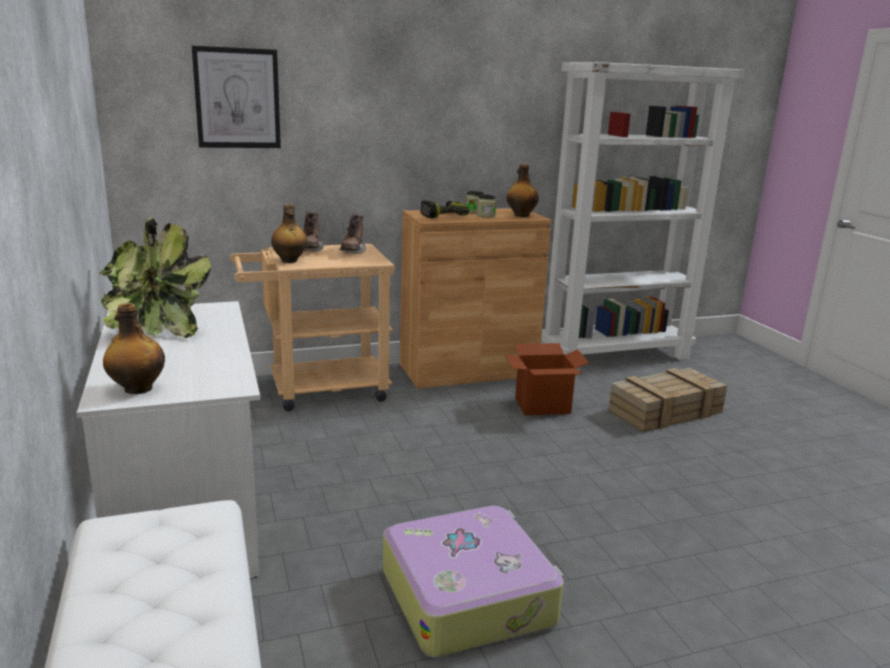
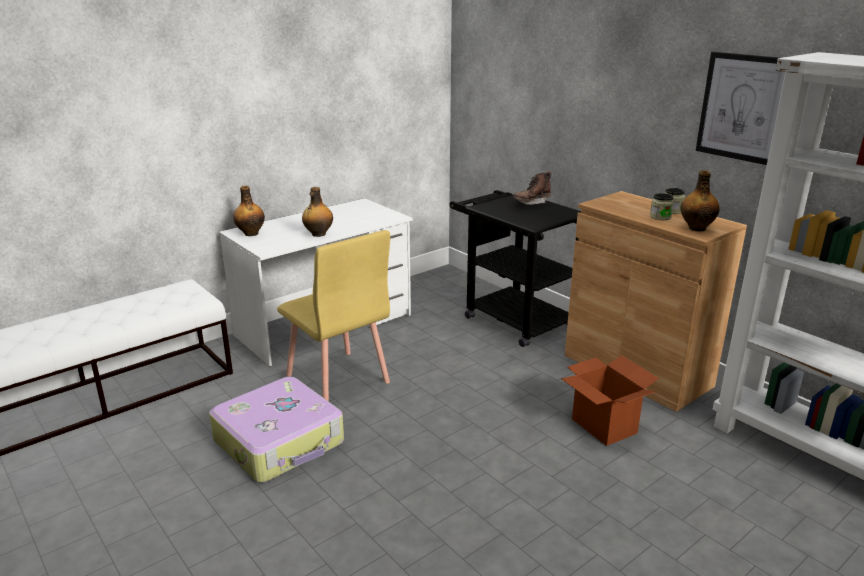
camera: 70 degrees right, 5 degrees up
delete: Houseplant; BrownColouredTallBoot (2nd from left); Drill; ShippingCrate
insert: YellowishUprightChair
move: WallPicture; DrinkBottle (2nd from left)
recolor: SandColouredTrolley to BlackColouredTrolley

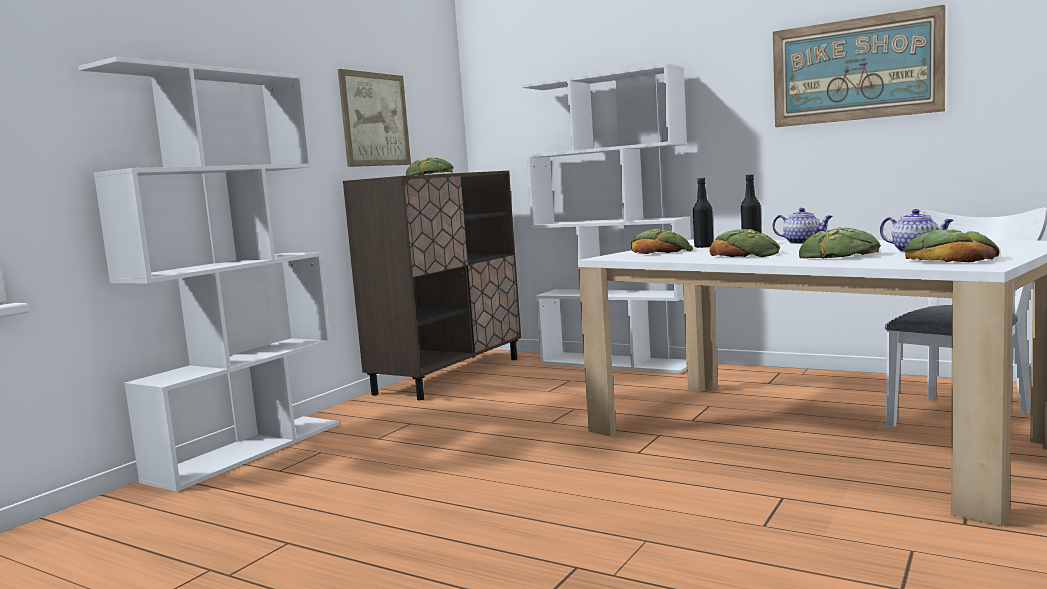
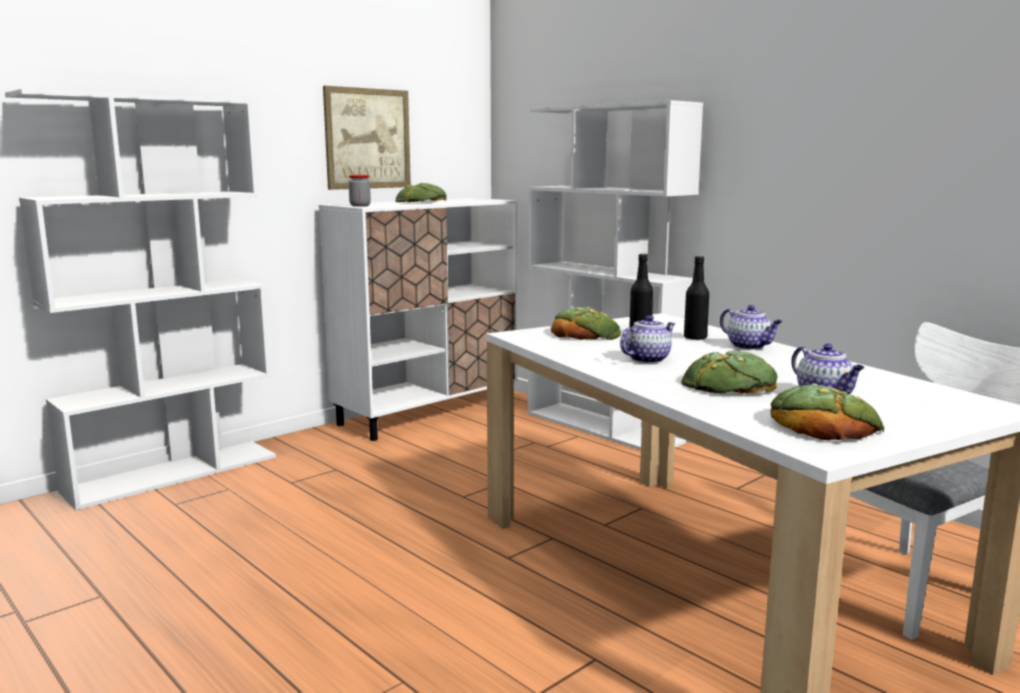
camera: 15 degrees right, 5 degrees up
delete: WallPicture (2nd from left)
insert: PreserveJar
replace: BakeryBread (3rd from left) to TeaPot (1st from left)
recolor: BrownColouredCupboard to WhiteCupboard

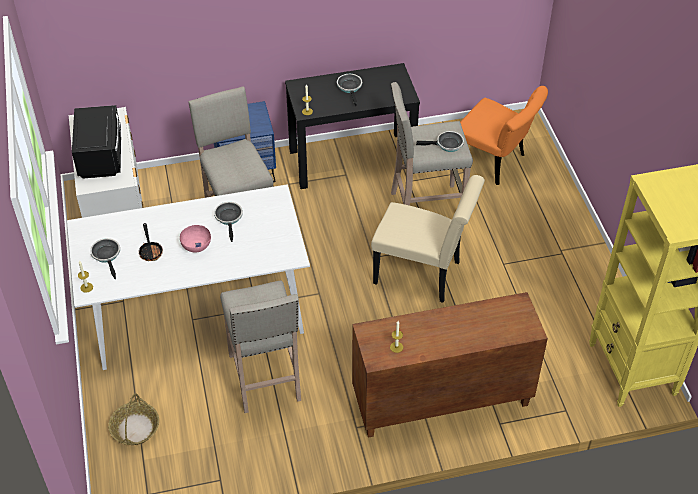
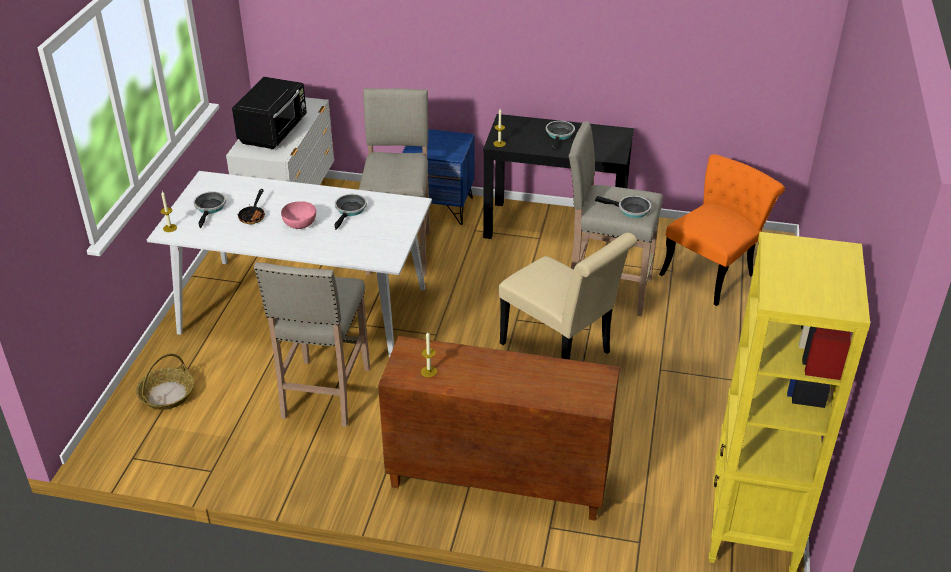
camera: 25 degrees right, 10 degrees down
rotate: OrangeyUprightChair 105 degrees counterclockwise

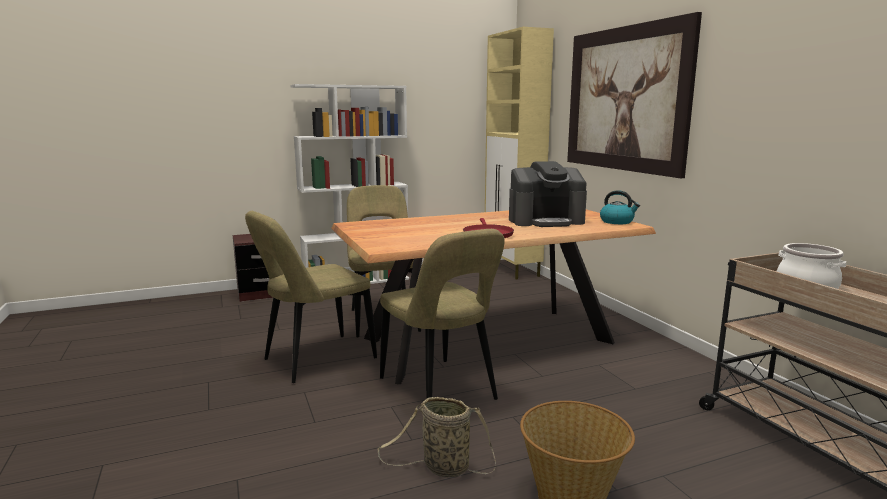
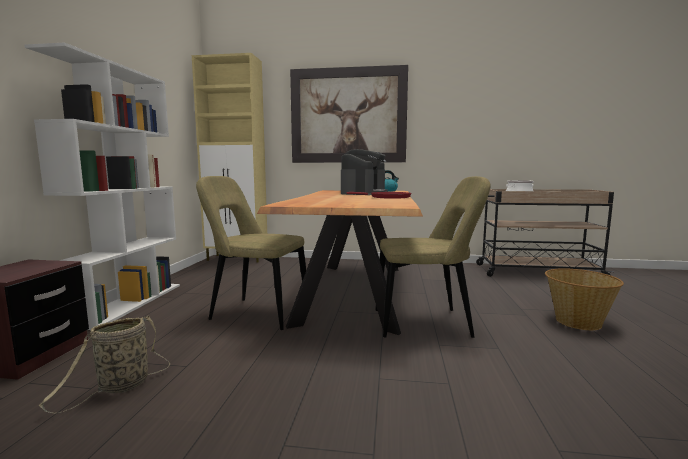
camera: 60 degrees left, 5 degrees down
delete: SandColouredUprightChair (1st from left)
move: HouseholdBasket (1st from left)

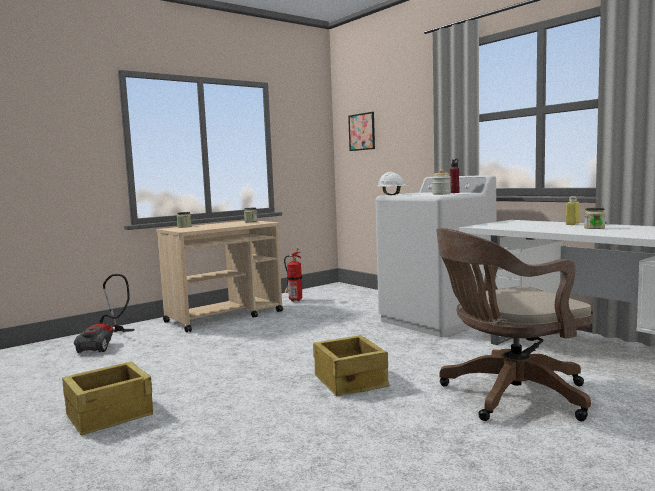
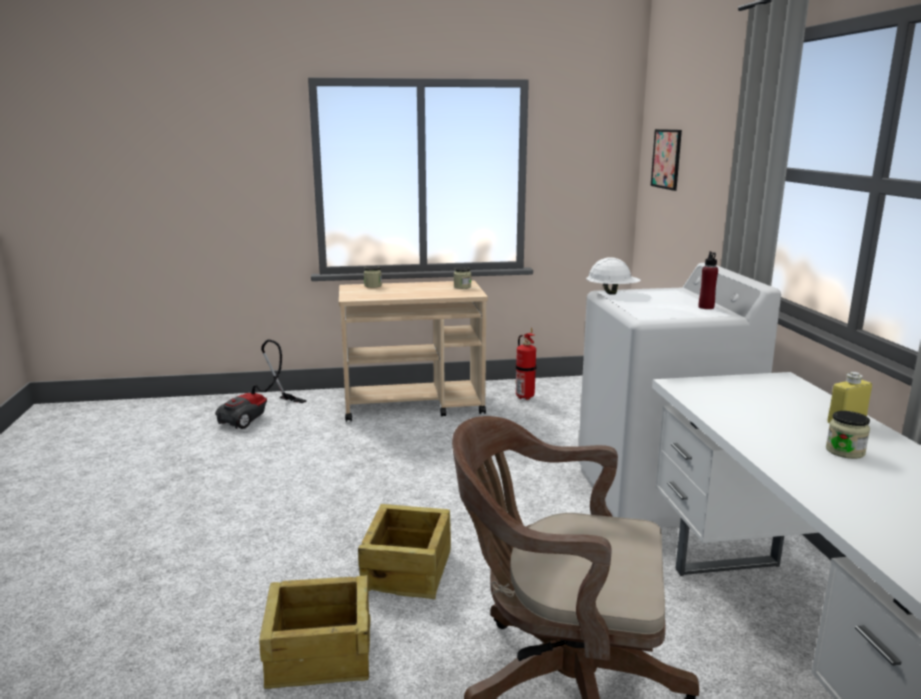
camera: 30 degrees right, 10 degrees up
delete: PreserveJar (3rd from left)
move: ShippingCrate (1st from left)

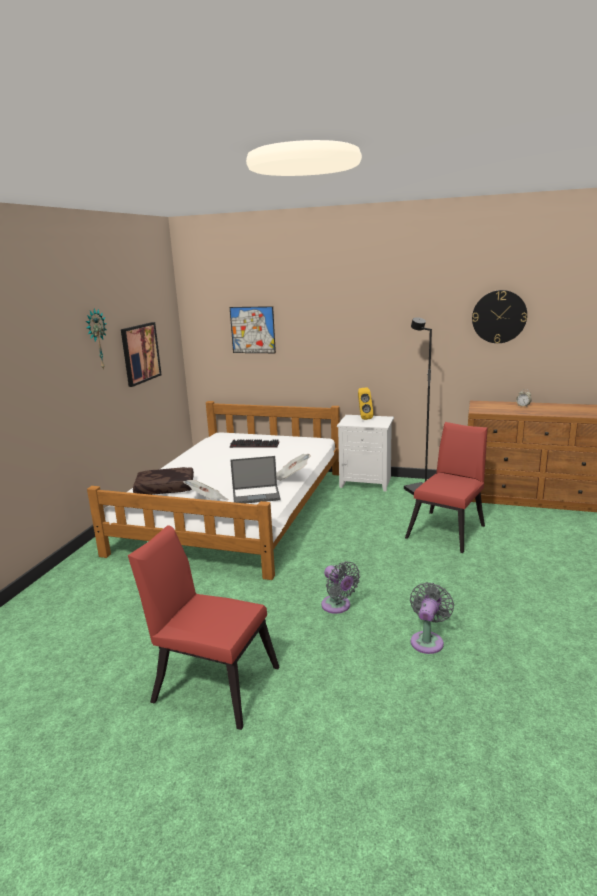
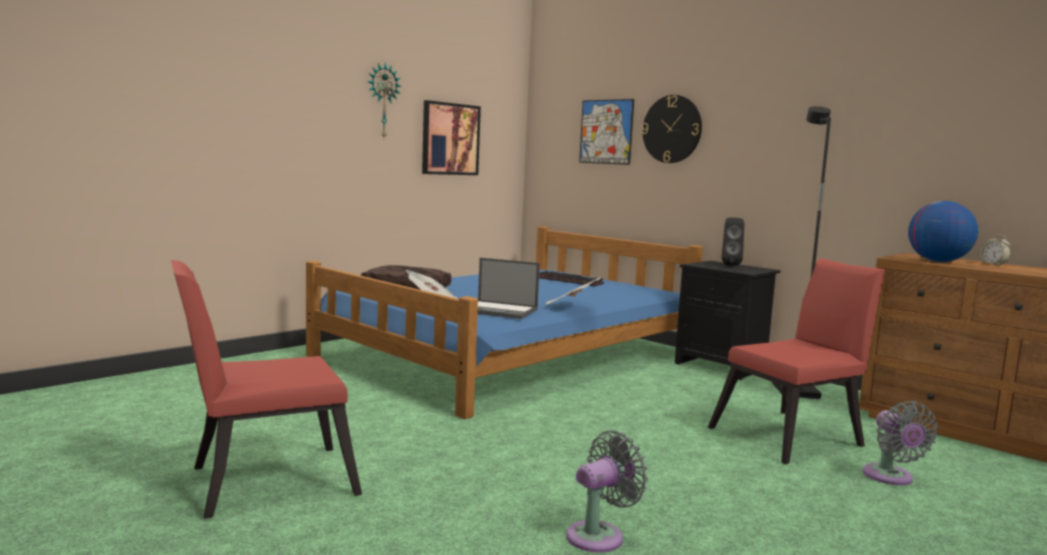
camera: 25 degrees right, 10 degrees down
insert: DeskGlobe
move: GreyishCoolingFan (1st from left in the first image) to GreyishCoolingFan (2nd from left); HangingClock (2nd from left)
recolor: WhiteBed to BlueBed; WhiteNightTable to BlackColouredNightTable; YellowishLoudspeaker to BlackColouredLoudspeaker
rotate: RedUprightChair (1st from left) 75 degrees counterclockwise

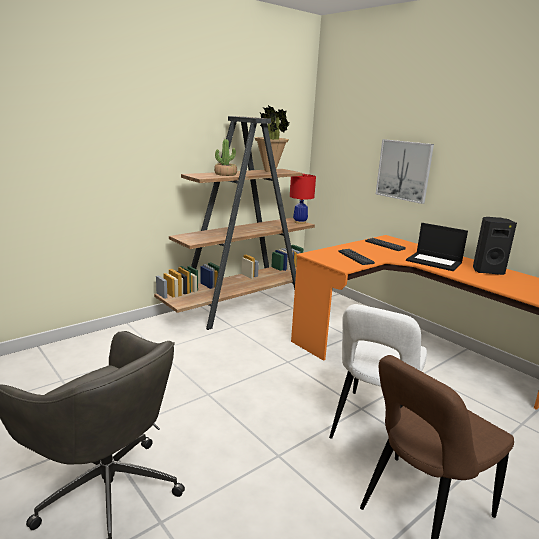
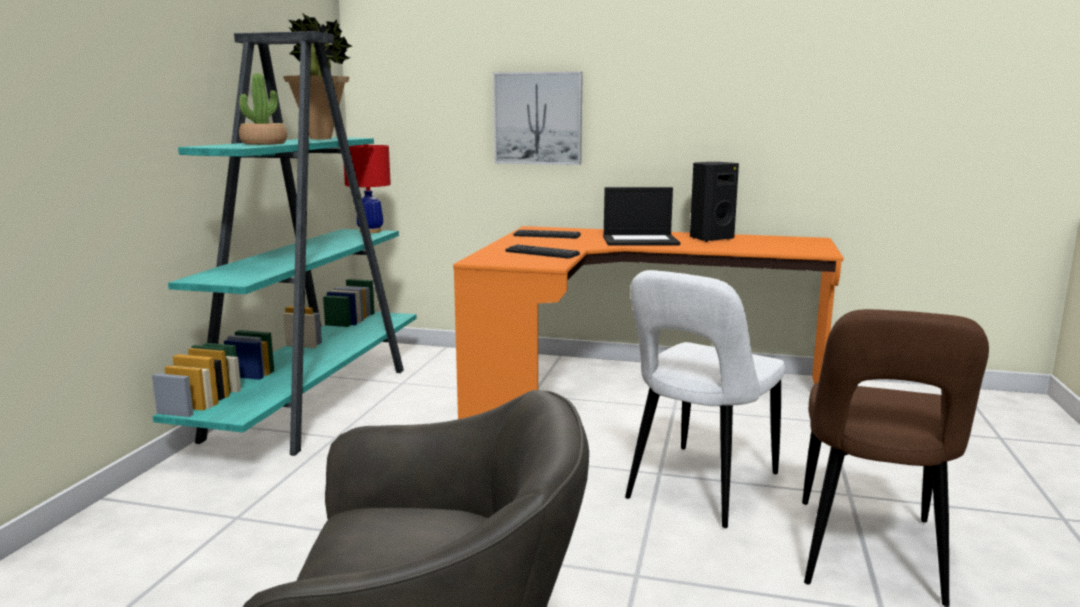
camera: 35 degrees left, 5 degrees down
recolor: BrownColouredBookshelf to TurquoiseColouredBookshelf
rotate: WhiteUprightChair 45 degrees clockwise

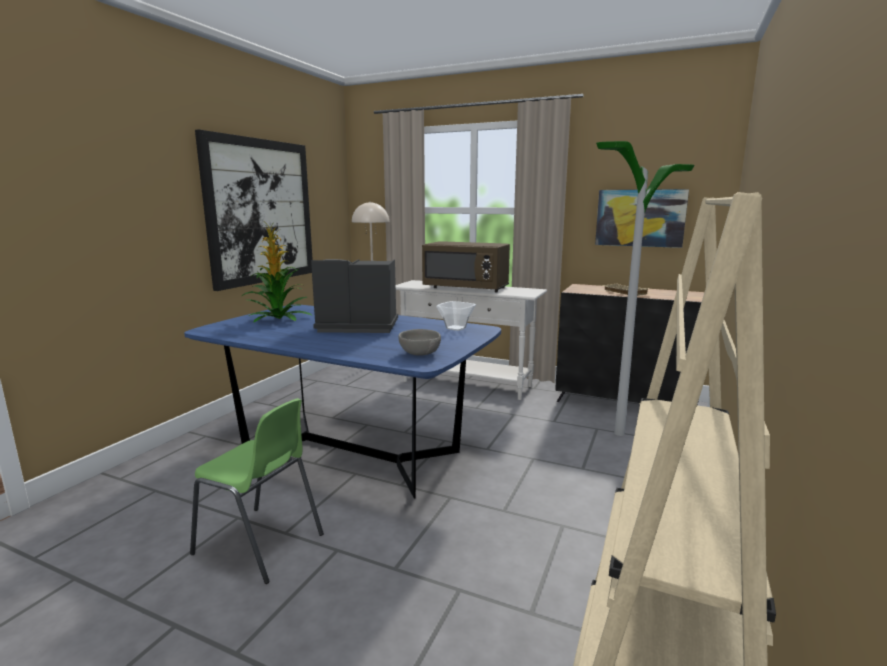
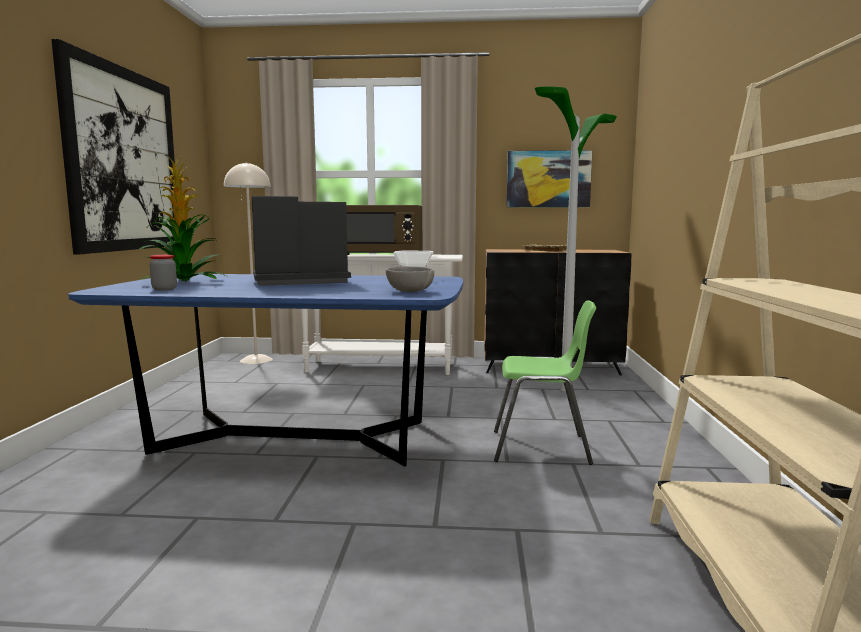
camera: 20 degrees left, 5 degrees down
insert: PreserveJar
move: GreenUprightChair

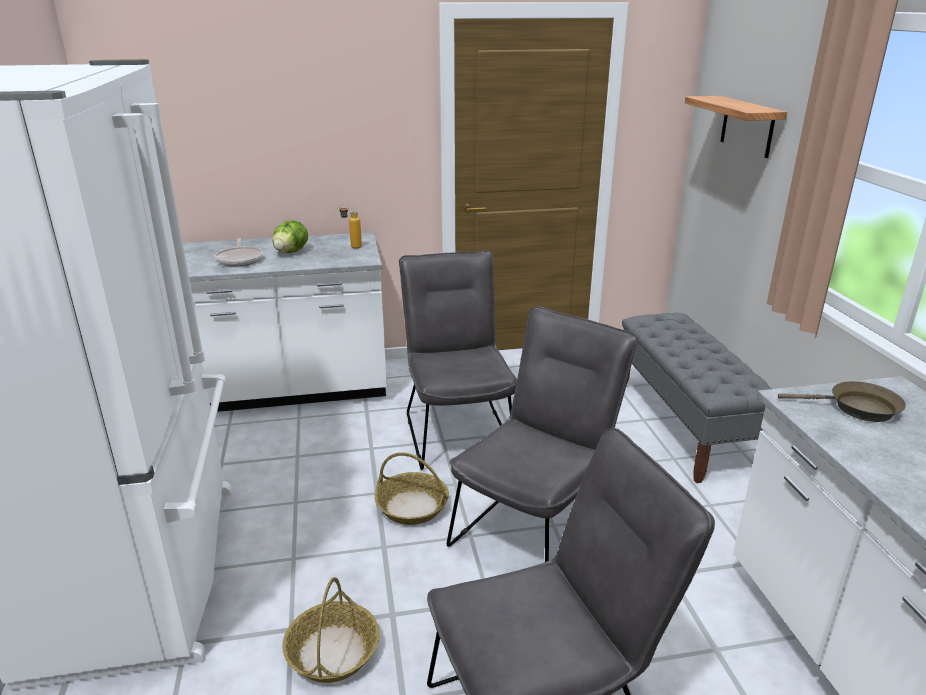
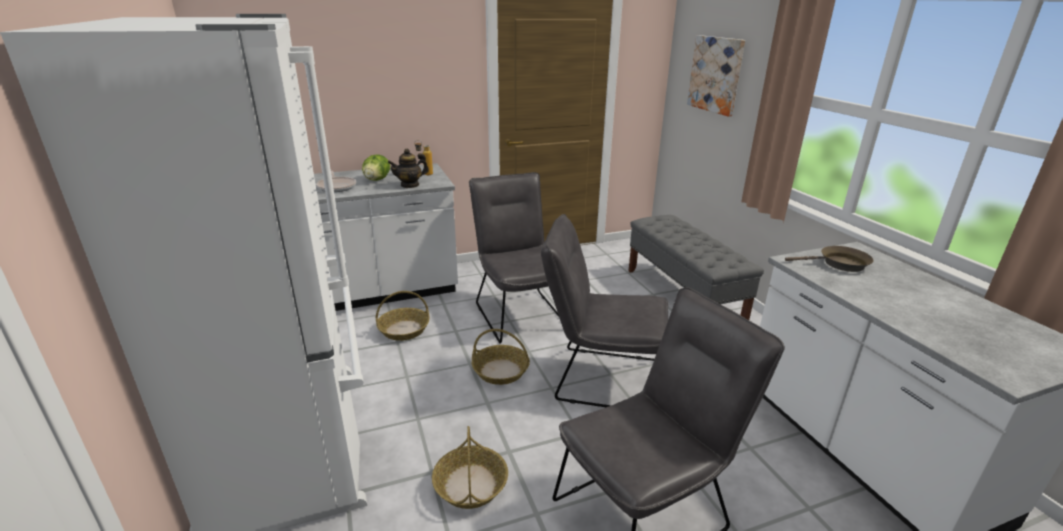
camera: 10 degrees left, 0 degrees up
insert: HouseholdBasket (1st from left); TeaPot
replace: BracketShelf to WallPicture
rotate: GreyishUprightChair (2nd from left) 105 degrees counterclockwise

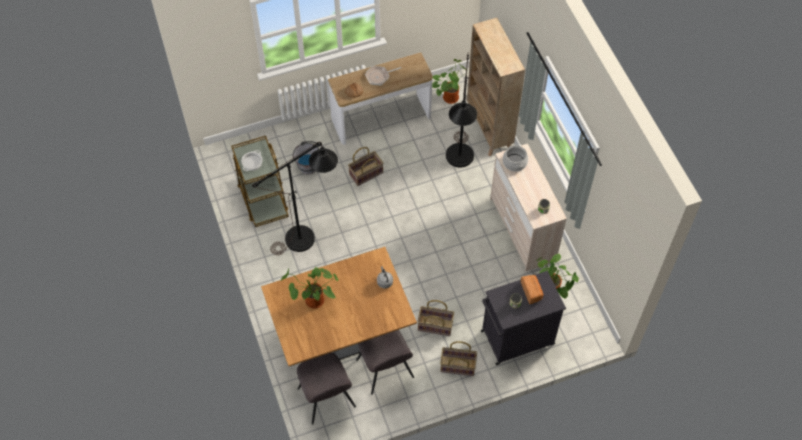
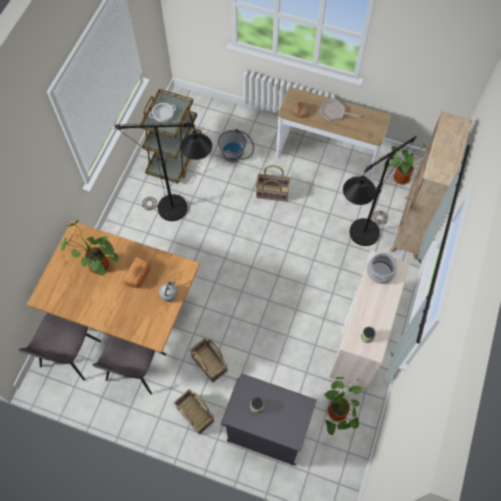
camera: 40 degrees right, 5 degrees up
move: BakeryBread (2nd from left in the first image) to BakeryBread (1st from left)

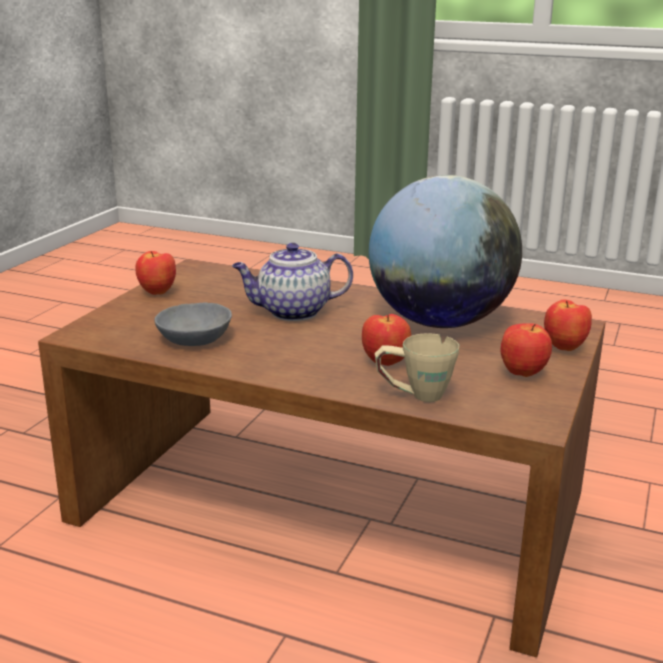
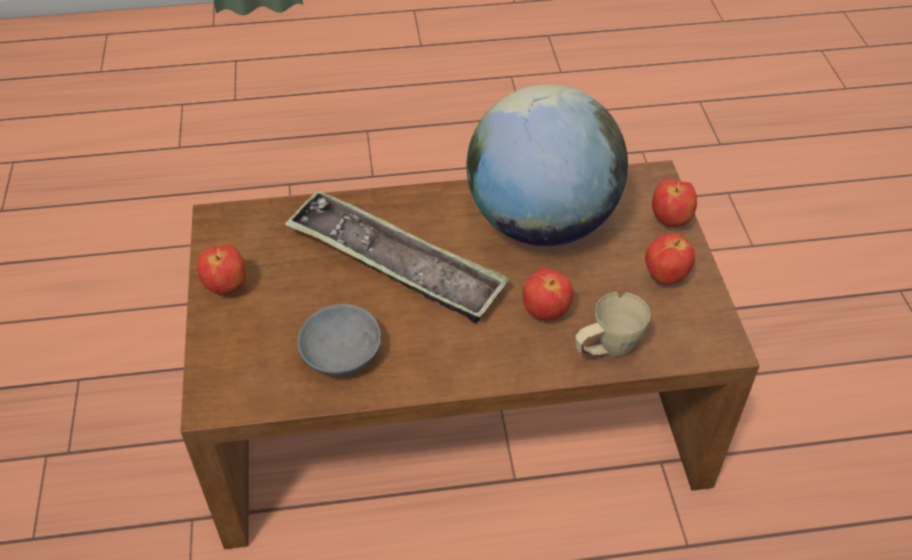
camera: 30 degrees left, 25 degrees up
replace: TeaPot to Tray

